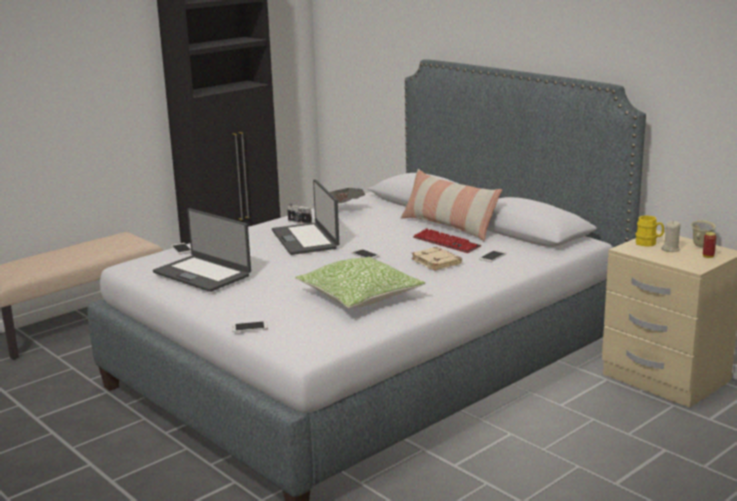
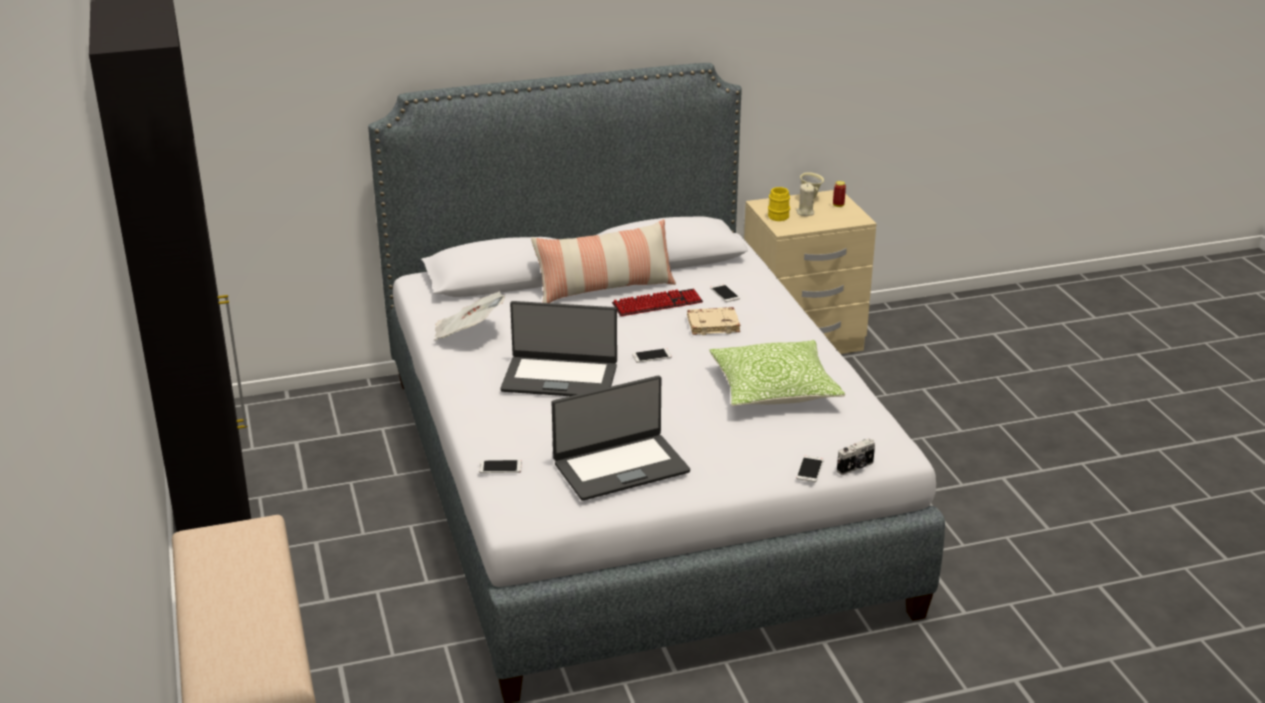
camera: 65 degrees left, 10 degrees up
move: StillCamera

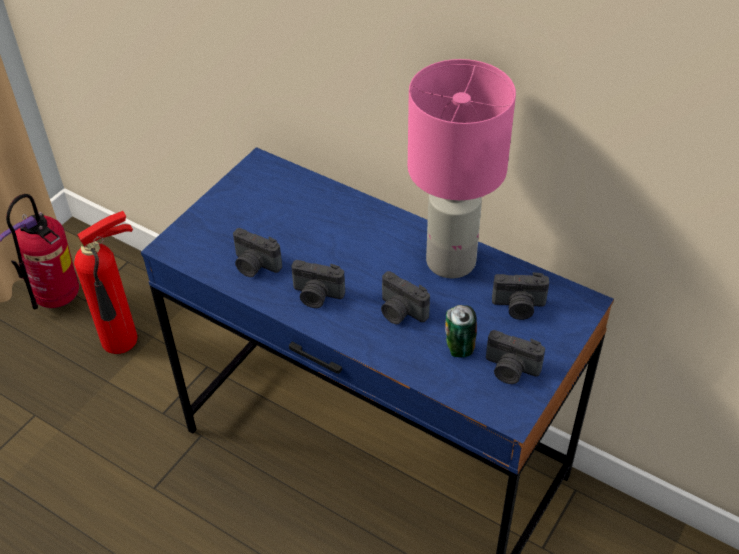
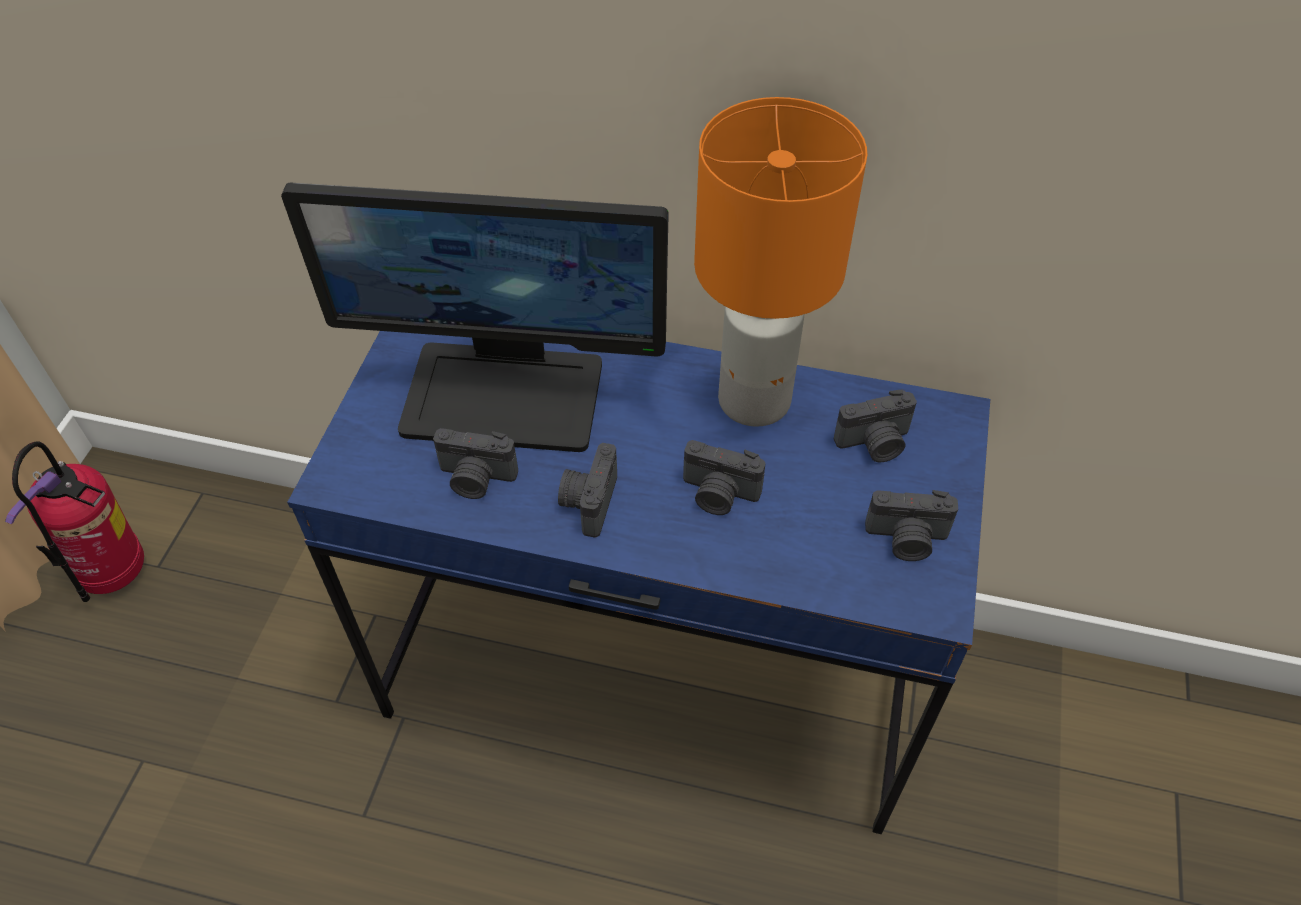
camera: 20 degrees left, 5 degrees up
delete: Extinguisher (2nd from left); Can
insert: Monitor
recolor: PinkLampForATable to OrangeyLampForATable
rotate: StillCamera (2nd from left) 105 degrees clockwise

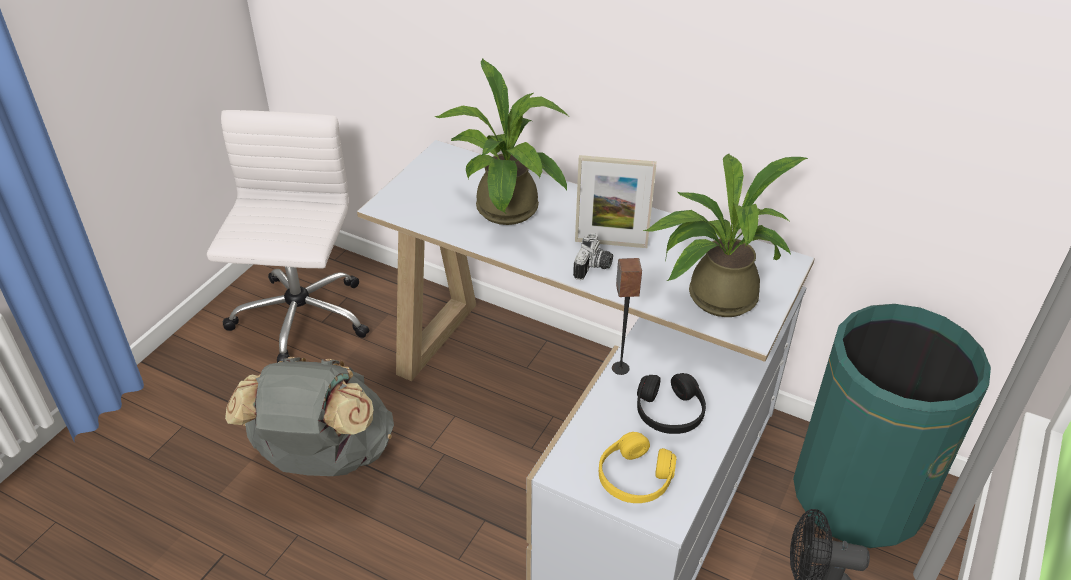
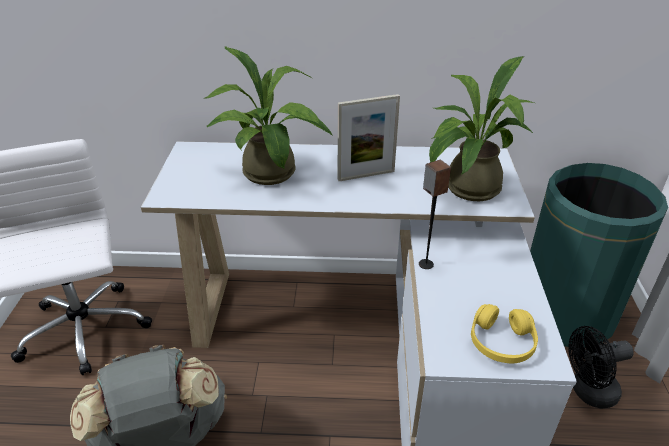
camera: 25 degrees left, 5 degrees down
delete: StillCamera; BlackColouredHeadset

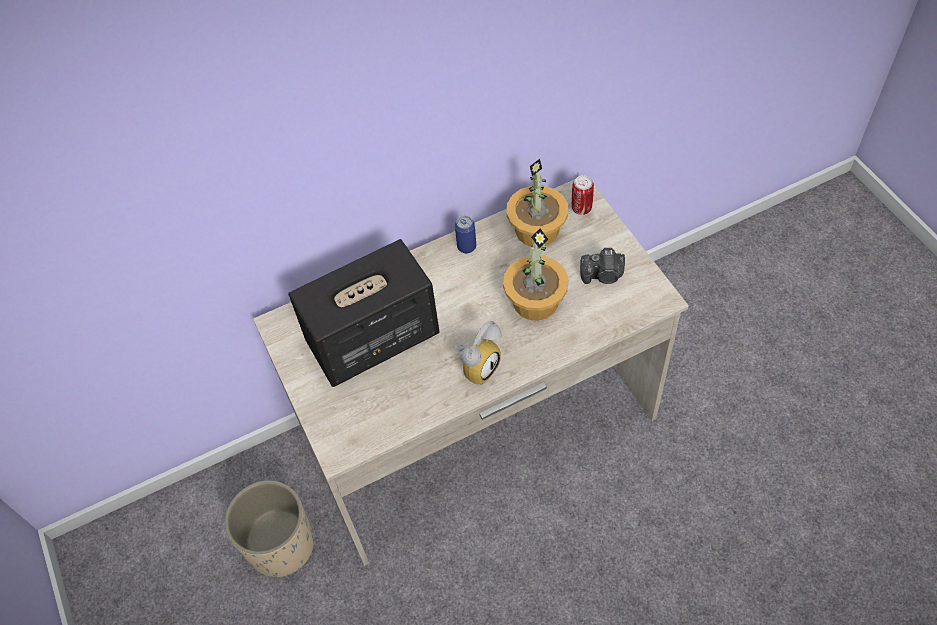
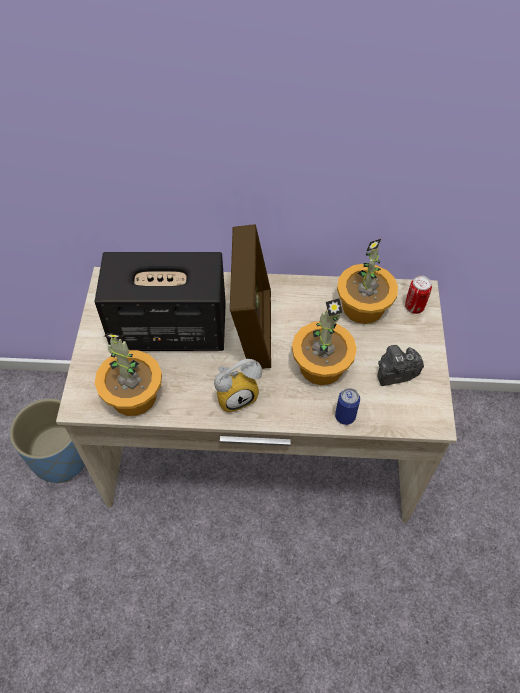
camera: 25 degrees right, 0 degrees up
insert: Houseplant (1st from left); PictureFrame
move: Can (1st from left)
recolor: SandColouredPlanter to BluePlanter
rotate: StillCamera 135 degrees clockwise

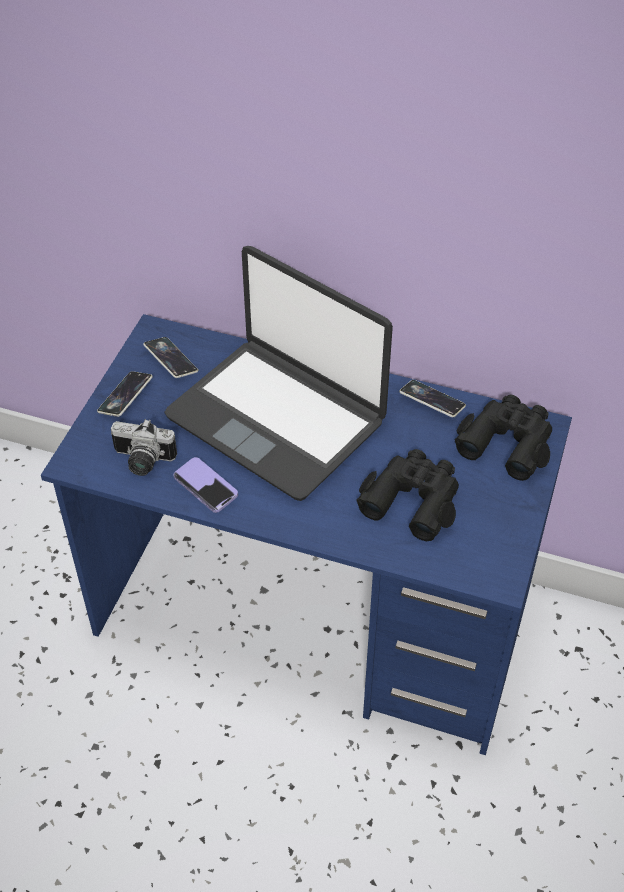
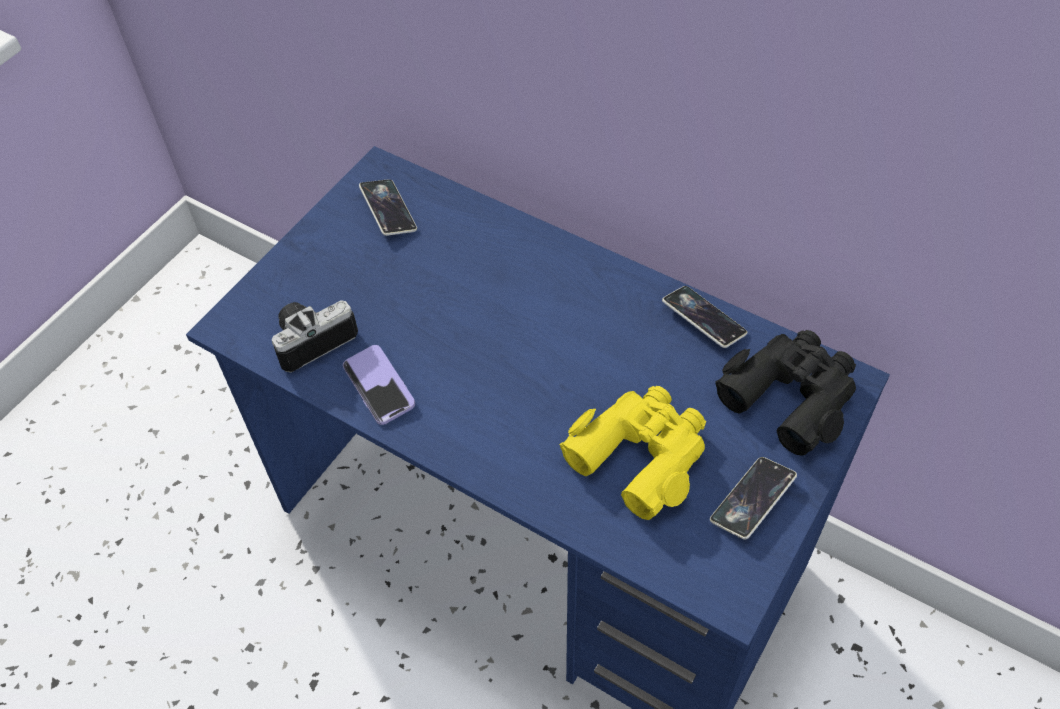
camera: 15 degrees right, 5 degrees up
delete: Laptop
move: Telephone (1st from left in the first image) to Telephone (4th from left)
recolor: BlackColouredPairOfBinoculars (1st from left) to YellowishPairOfBinoculars
rotate: StillCamera 120 degrees clockwise

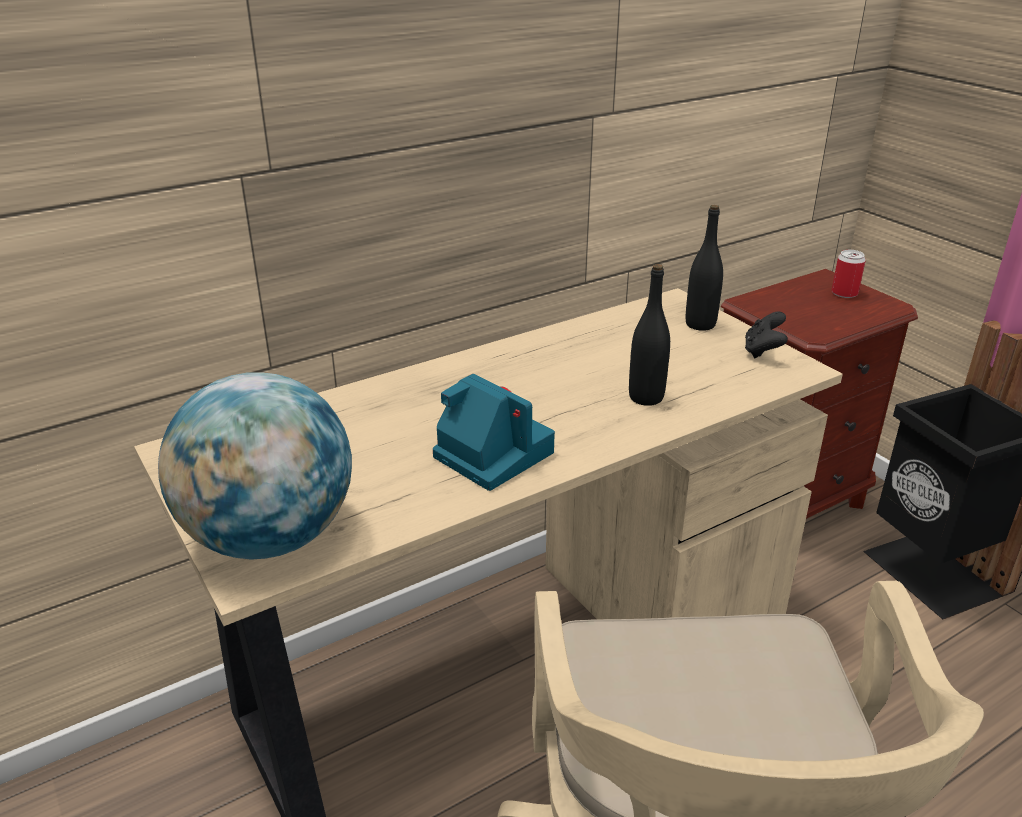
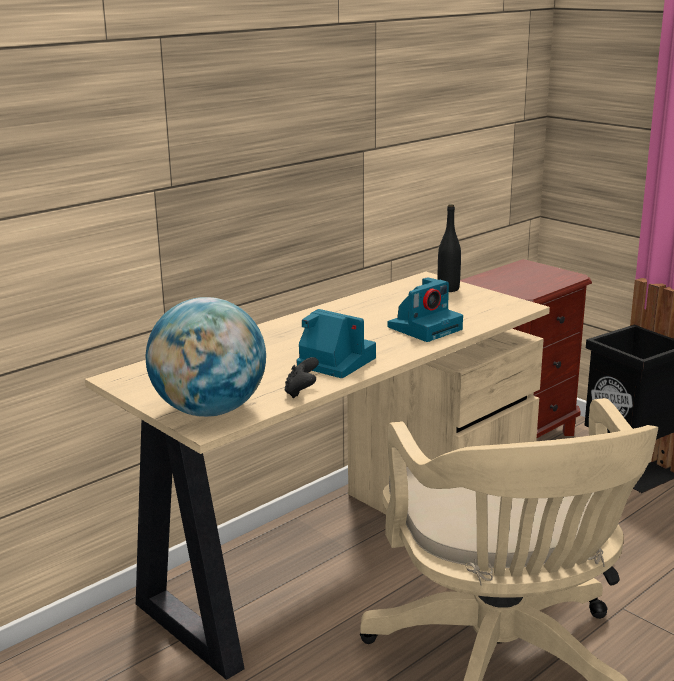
camera: 10 degrees left, 10 degrees down
delete: Can
move: BlackColouredGamepad
replace: BlackColouredDrinkBottle (1st from left) to StillCamera (2nd from left)

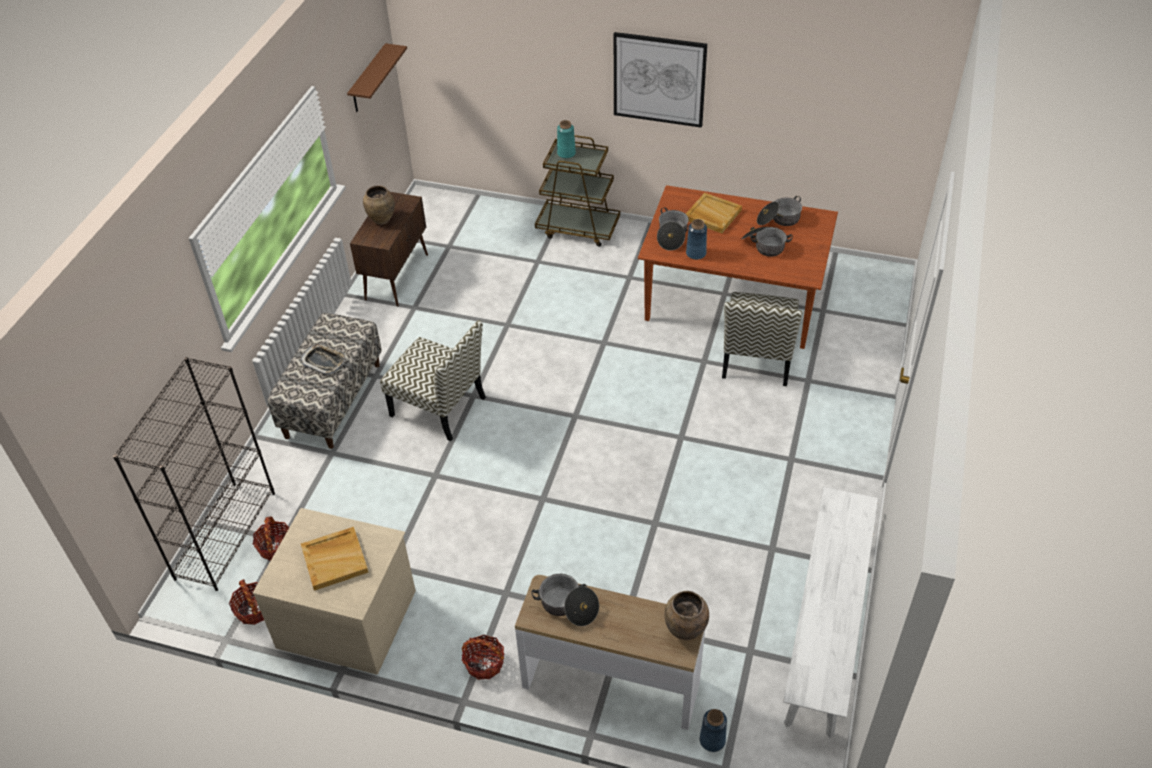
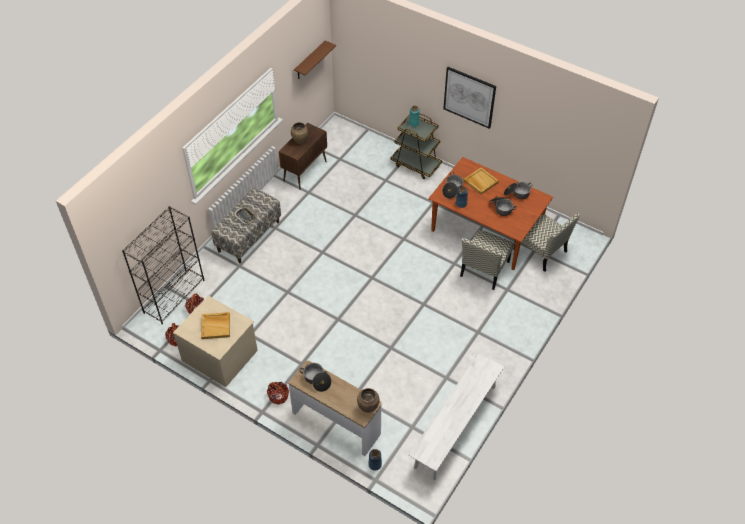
camera: 15 degrees right, 5 degrees up
move: UprightChair (1st from left in the first image) to UprightChair (2nd from left)

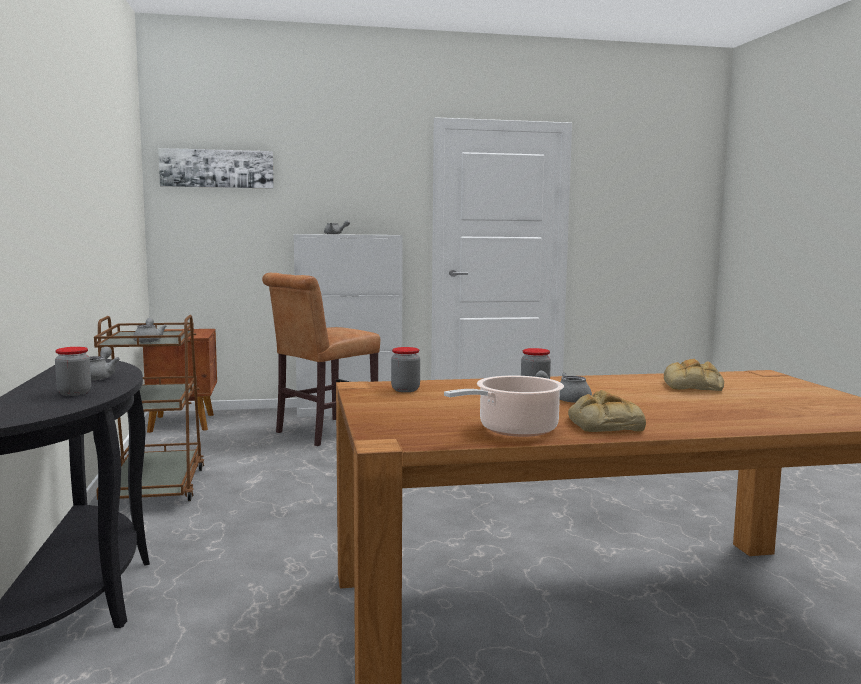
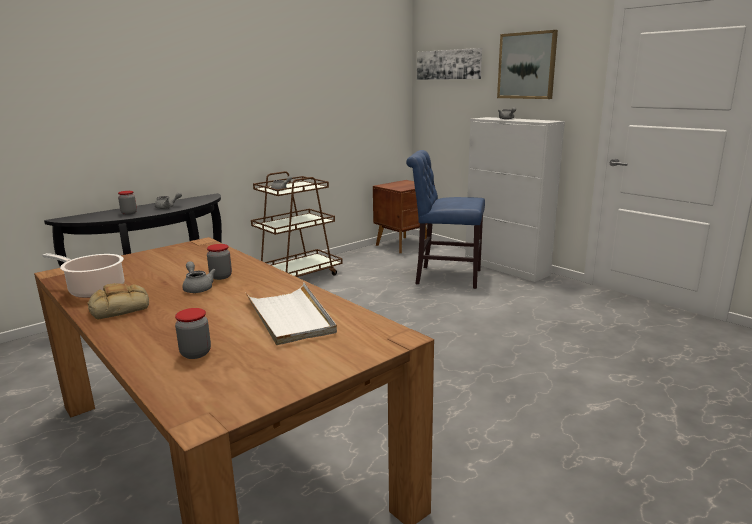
camera: 60 degrees right, 10 degrees up
insert: WallPicture (2nd from left)
move: PreserveJar (2nd from left)
replace: BakeryBread (2nd from left) to WhiteTray
recolor: BrownColouredUprightChair to BlueUprightChair

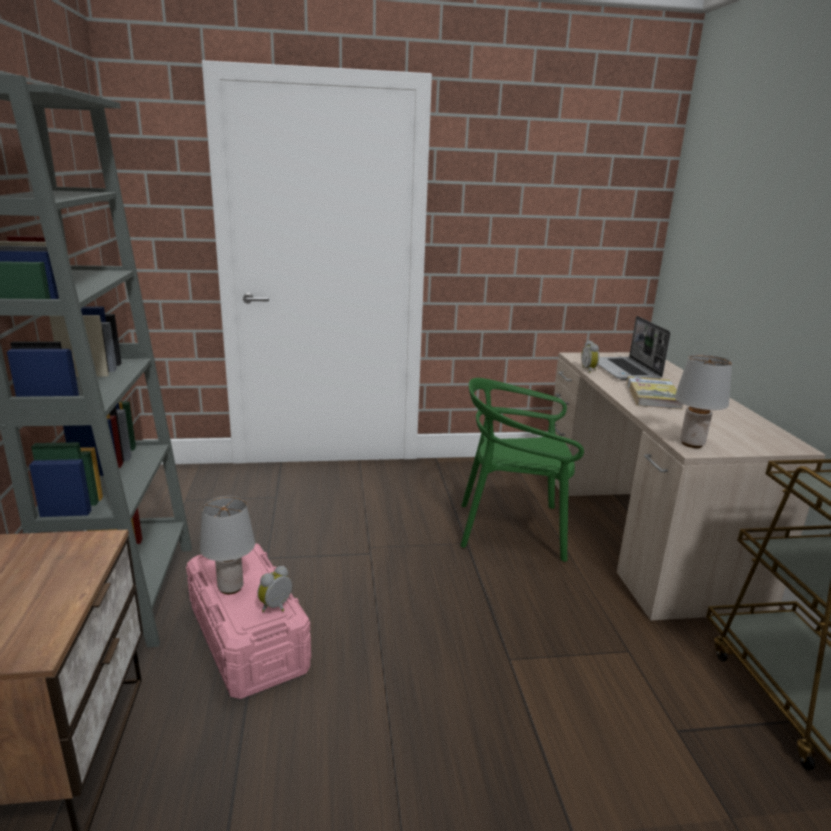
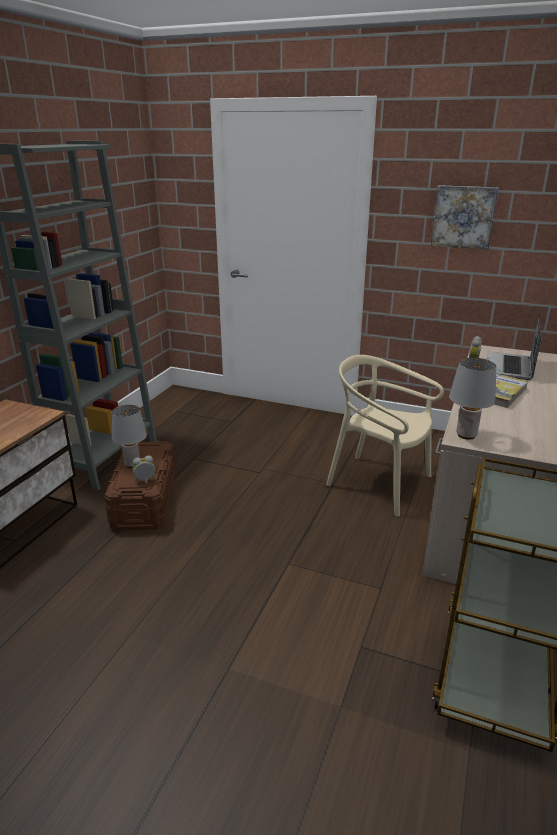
camera: 30 degrees right, 5 degrees up
insert: WallPicture
recolor: PinkStorageBox to BrownColouredStorageBox; GreenUprightChair to SandColouredUprightChair

